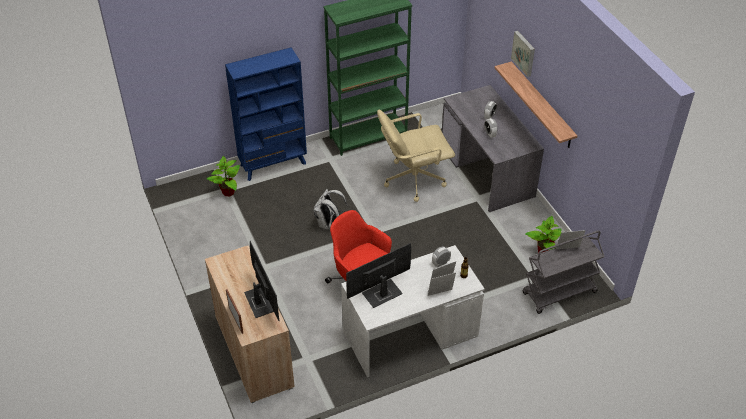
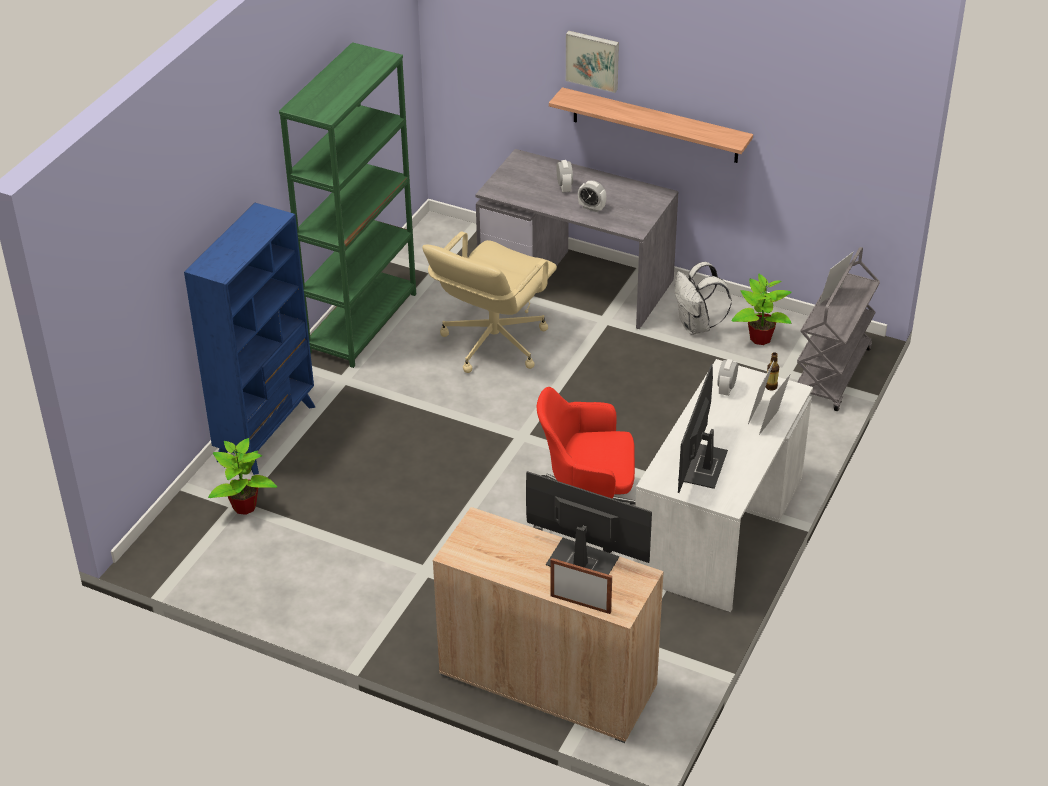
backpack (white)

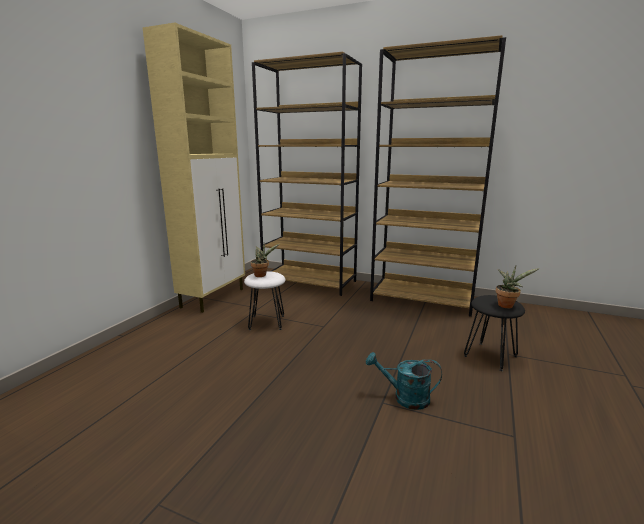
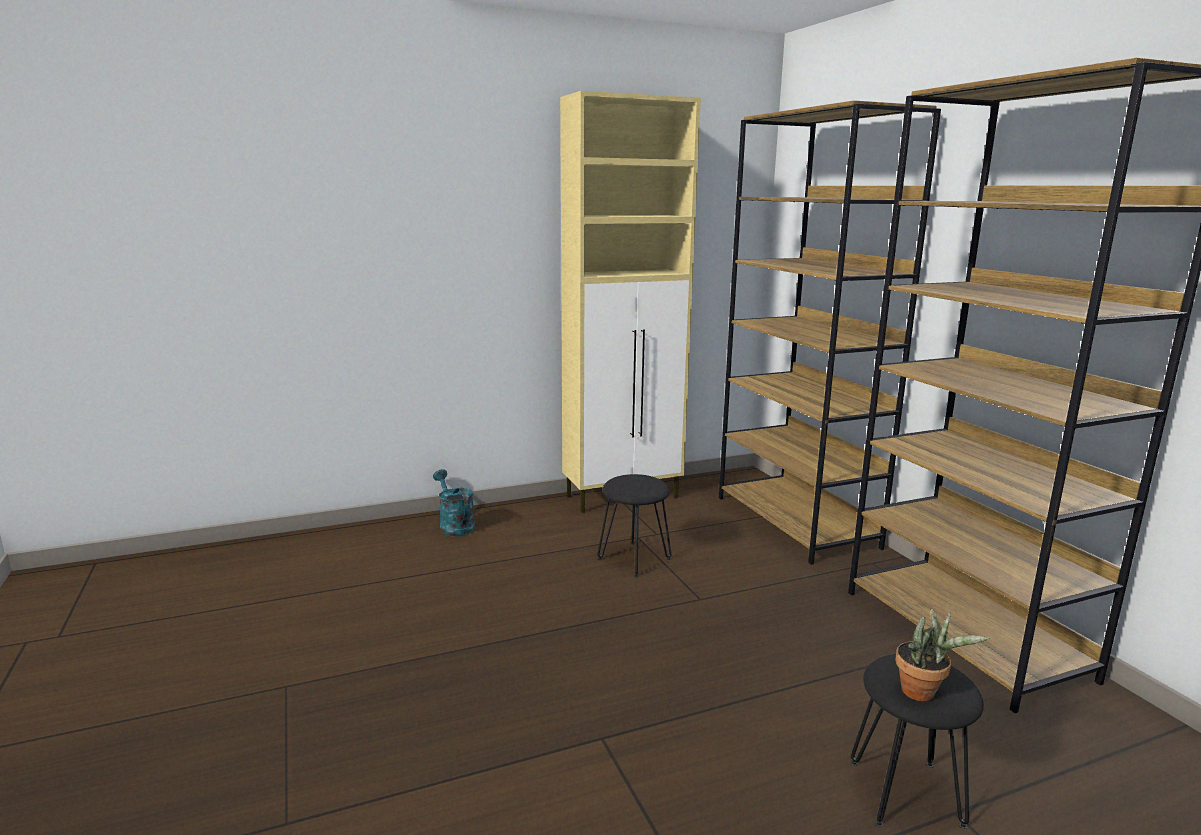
watering can (turquoise)
stool (black) (no. 1 from left)
potted plant (no. 1 from left in the first image)

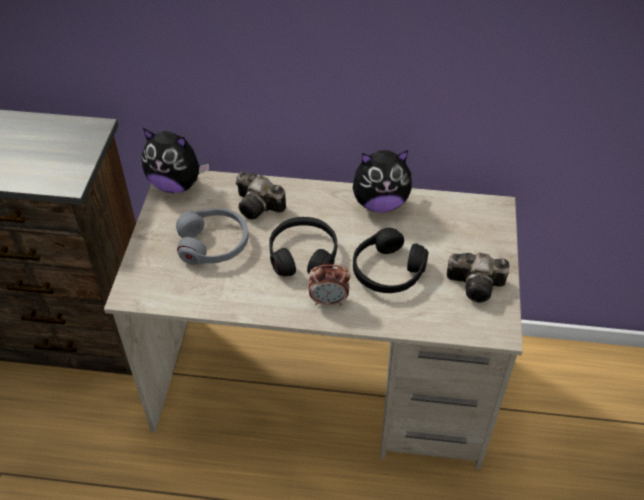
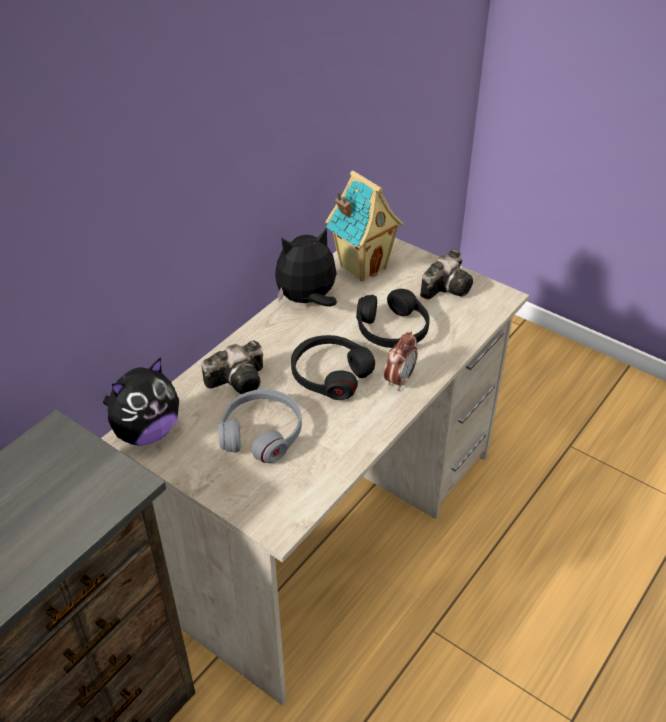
plush toy (no. 2 from left)
toy house

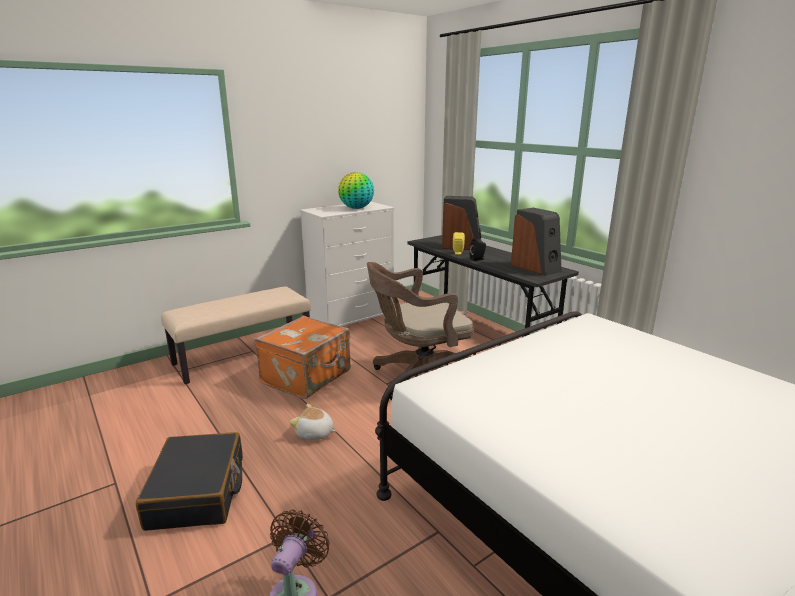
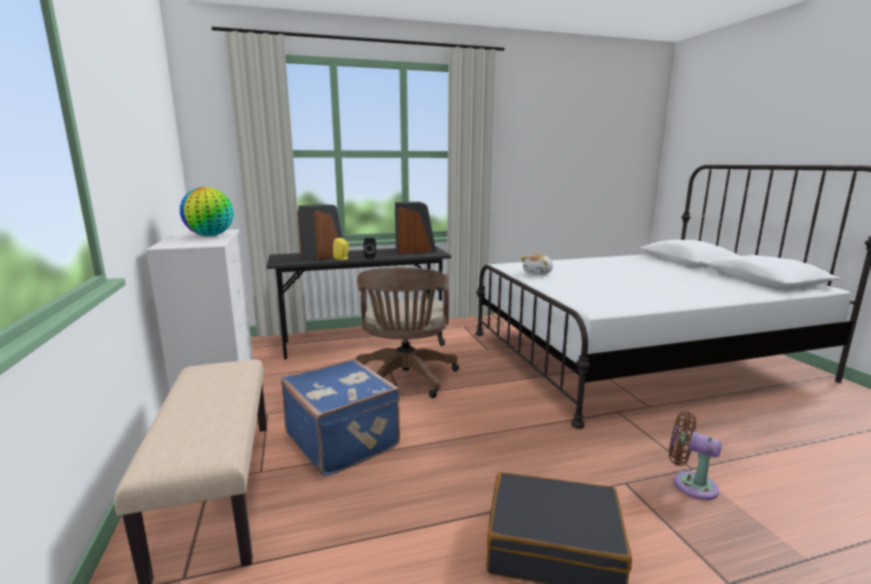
suitcase (blue)
plush toy

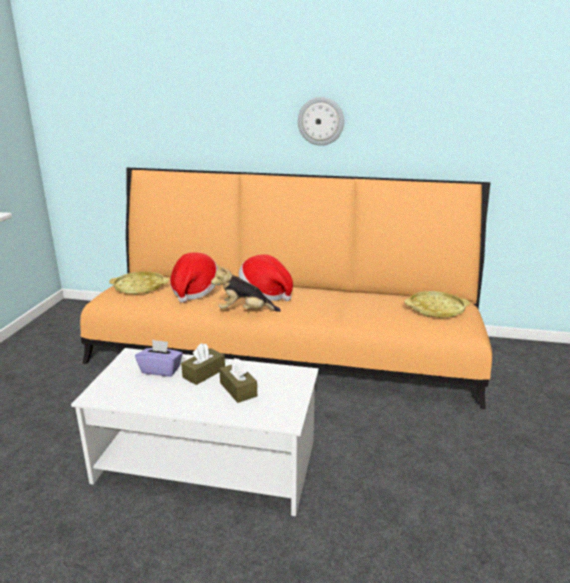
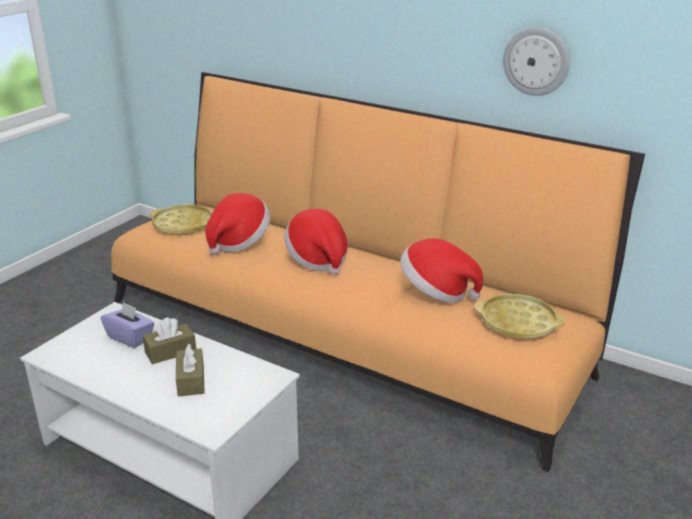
hat (no. 3 from left)
wall clock
plush toy

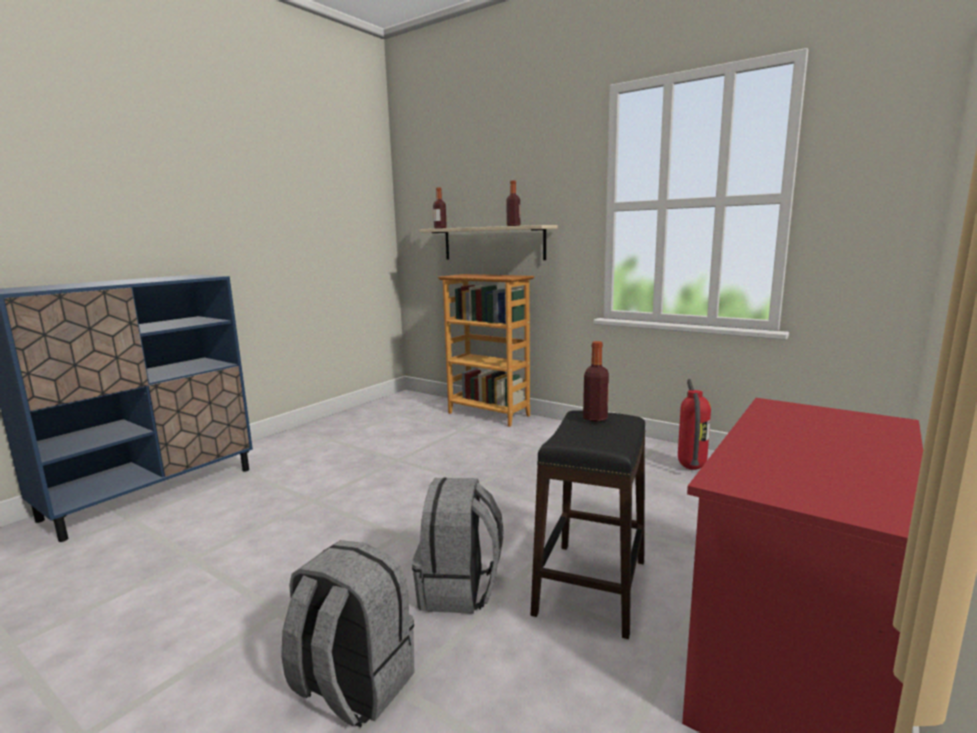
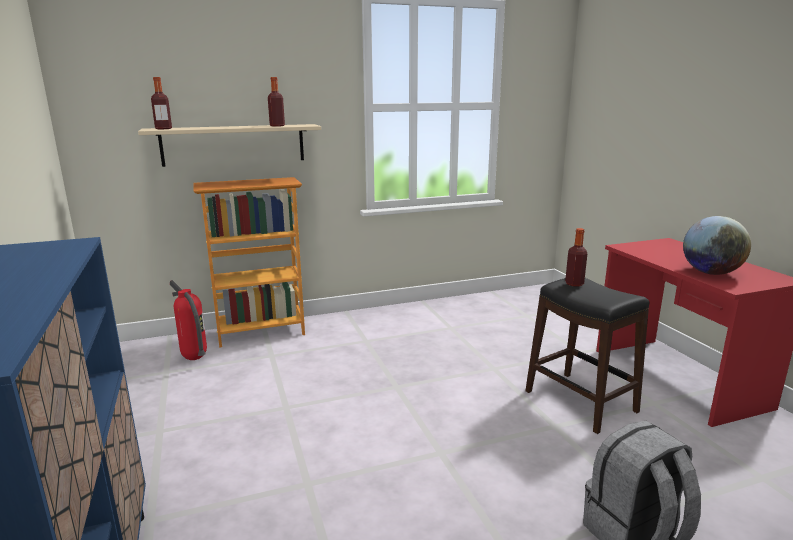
fire extinguisher
globe
backpack (grey) (no. 2 from left in the first image)

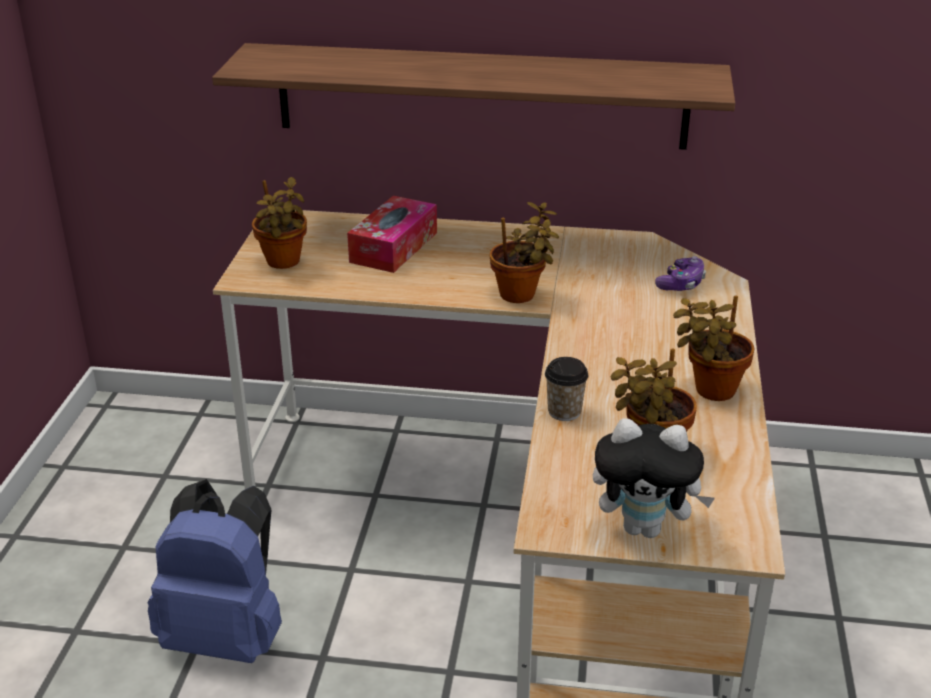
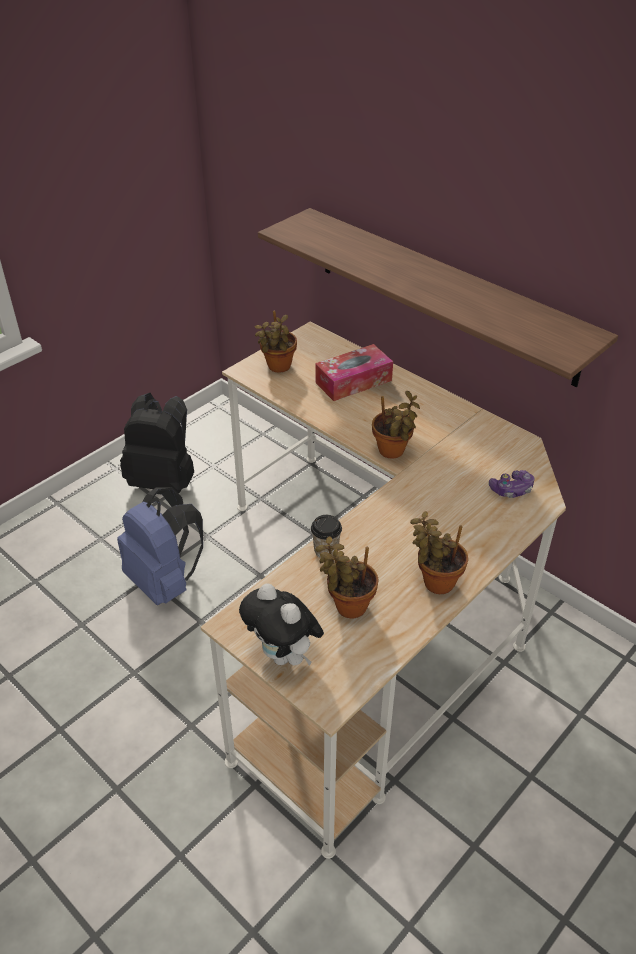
backpack (black)

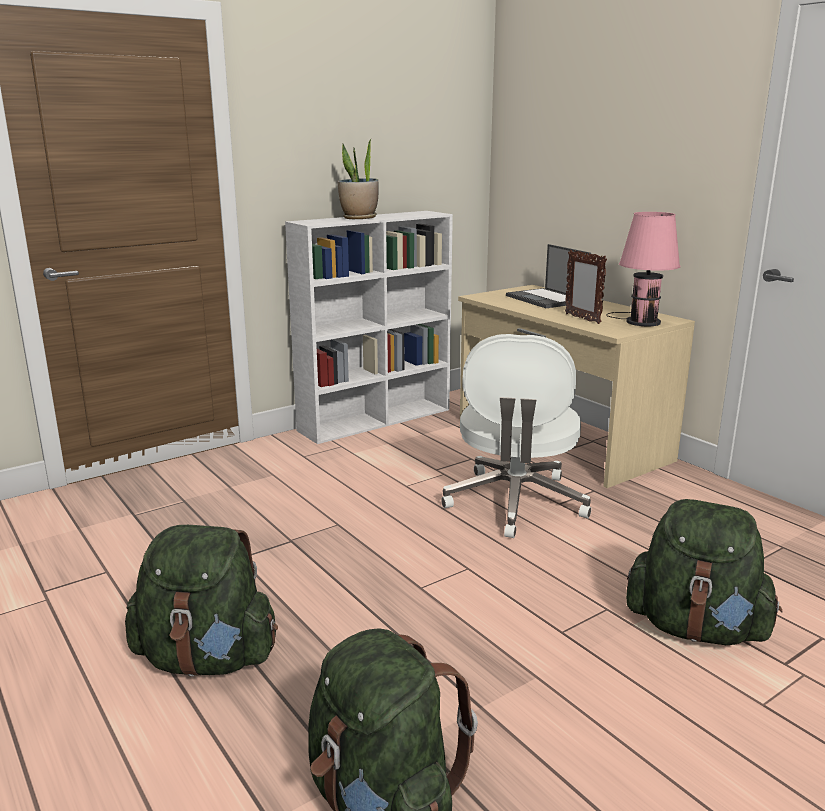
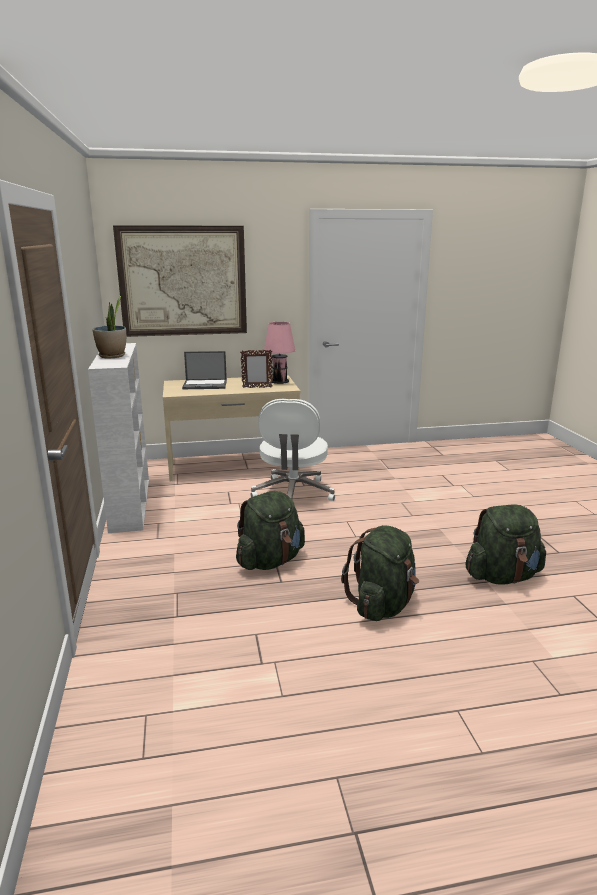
picture
backpack (green) (no. 1 from left)
office chair (white)

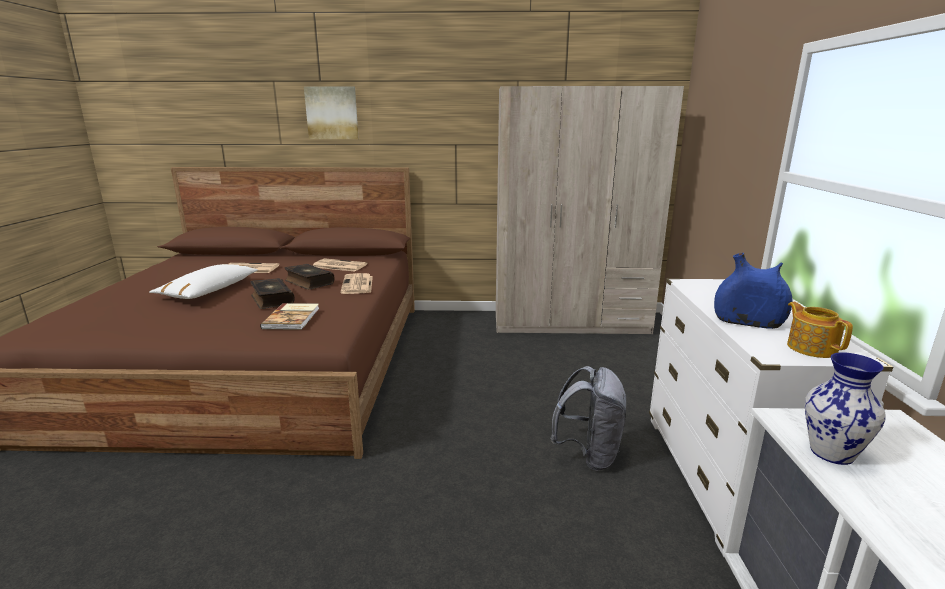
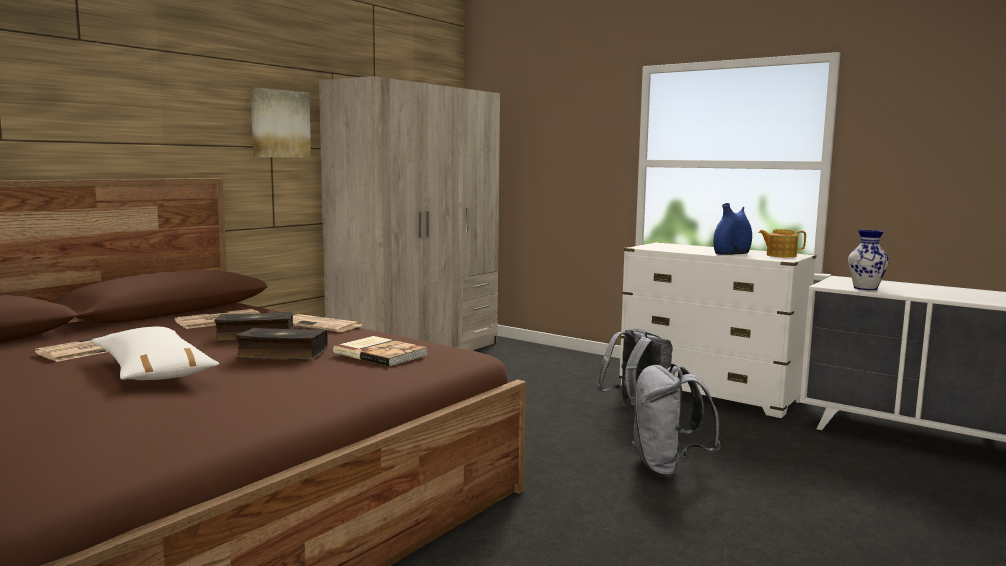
picture
backpack (grey) (no. 2 from left)

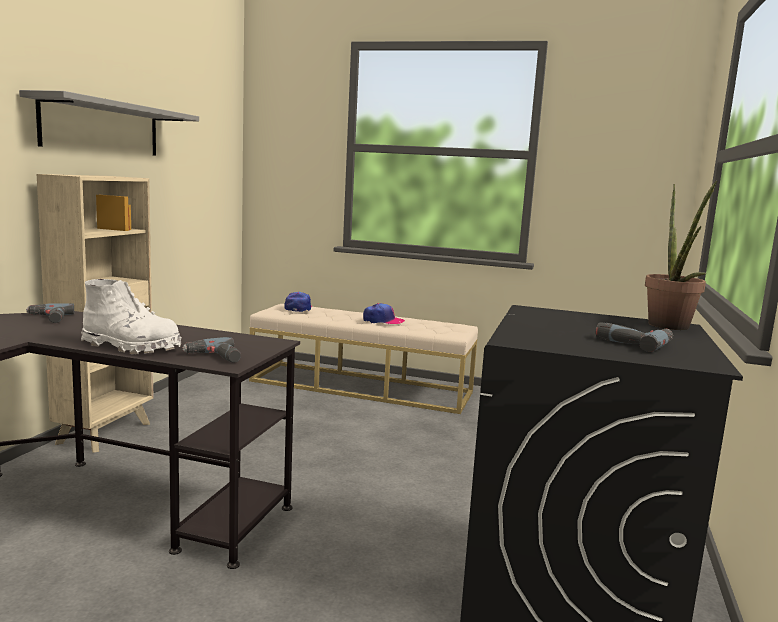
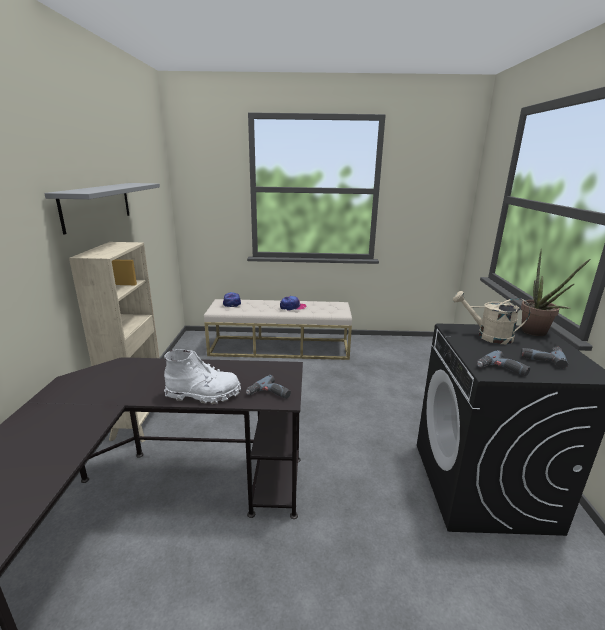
watering can (beige)
power drill (no. 2 from left)

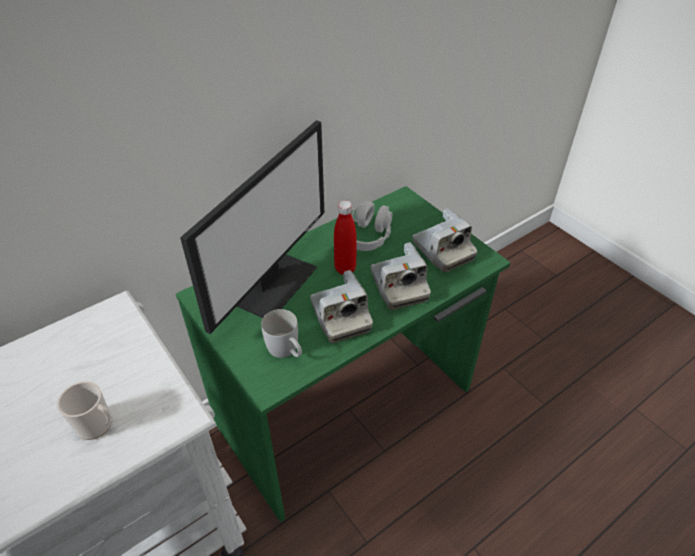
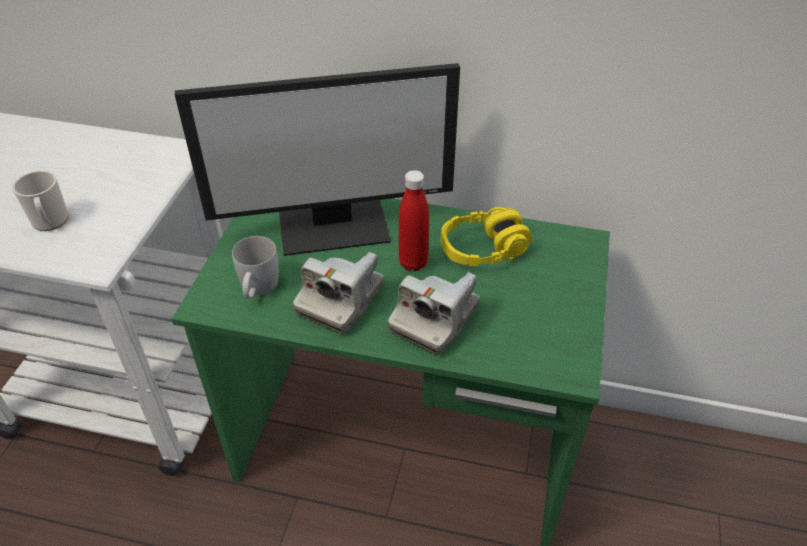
headphones (yellow)
photo camera (no. 3 from left in the first image)

